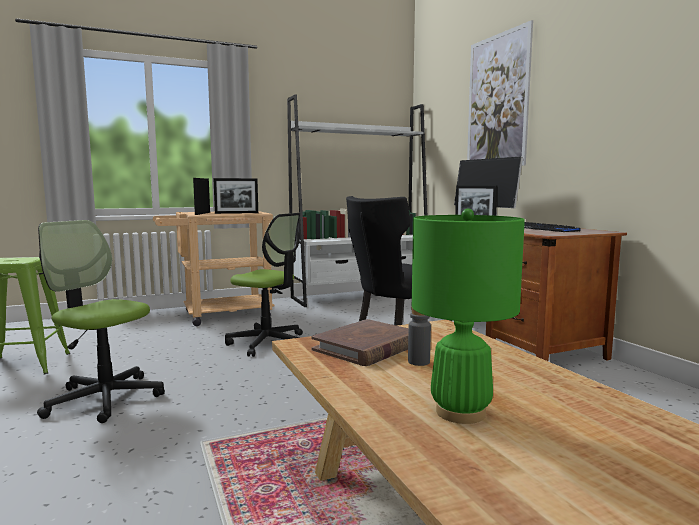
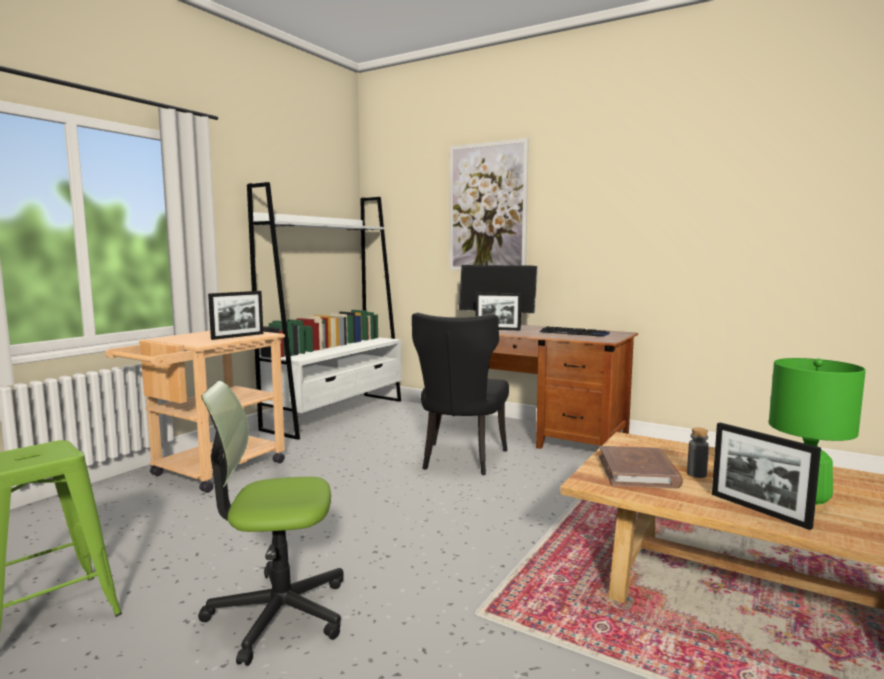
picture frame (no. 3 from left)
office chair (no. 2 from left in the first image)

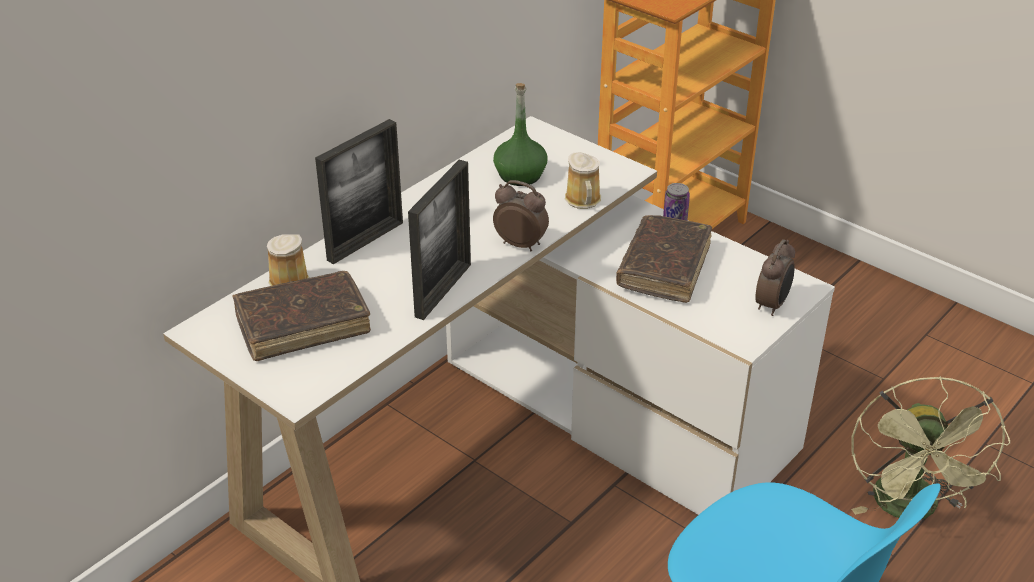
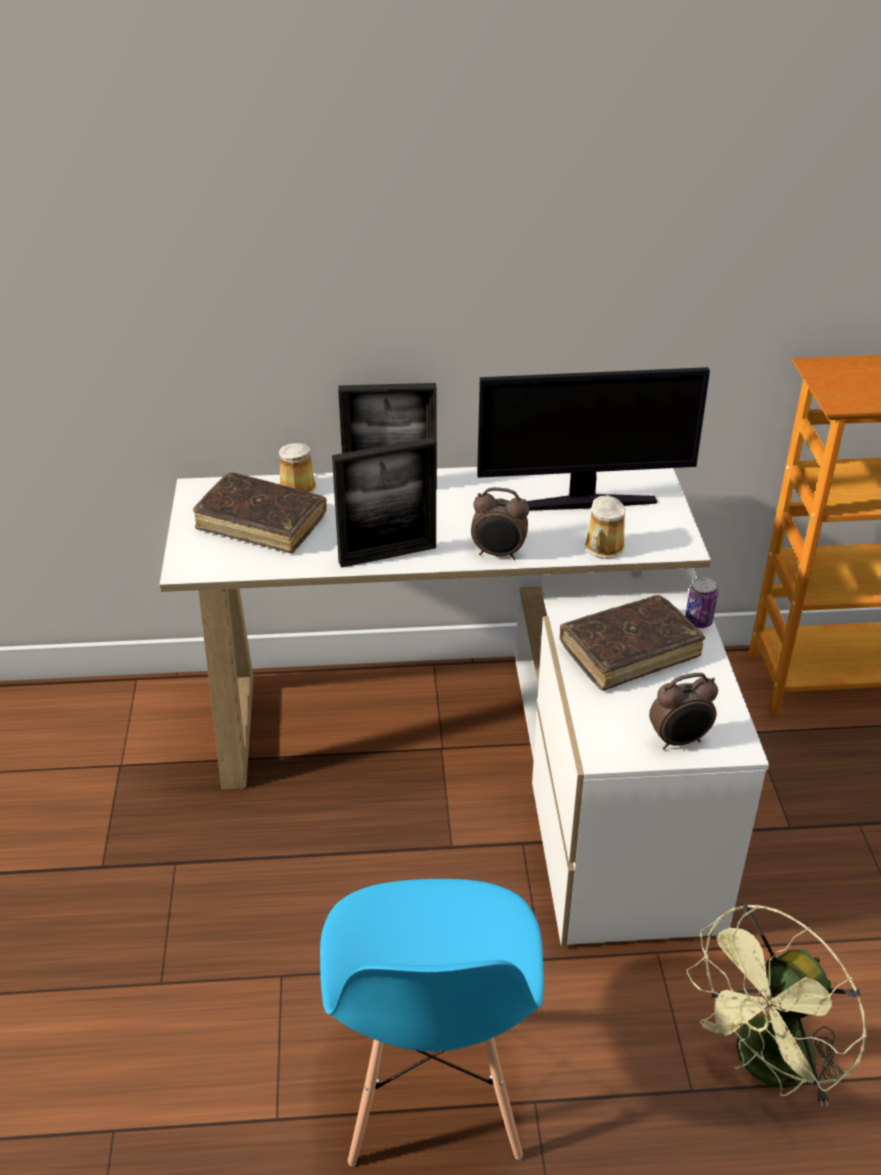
alarm clock (no. 1 from left)
monitor

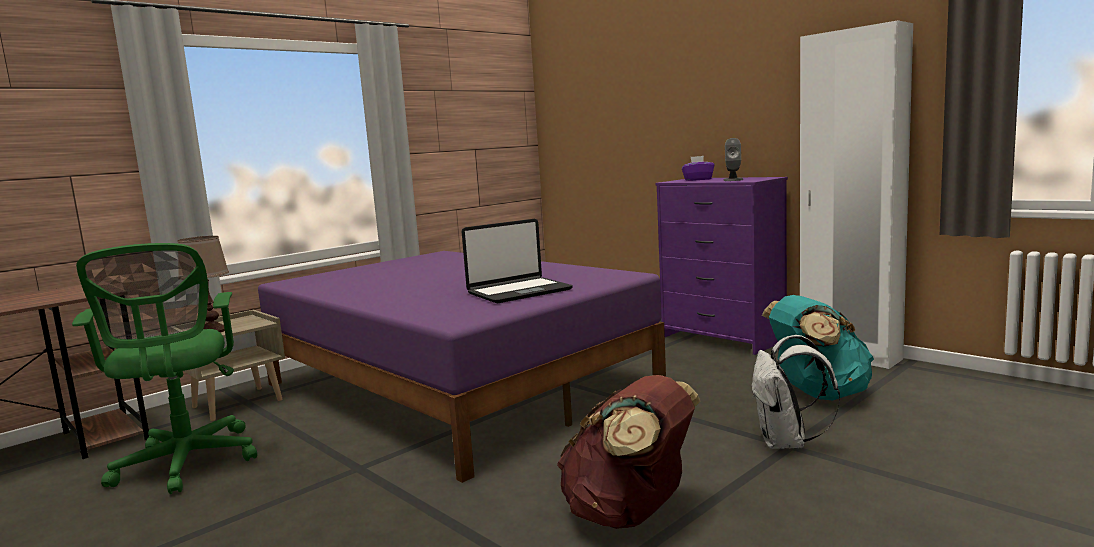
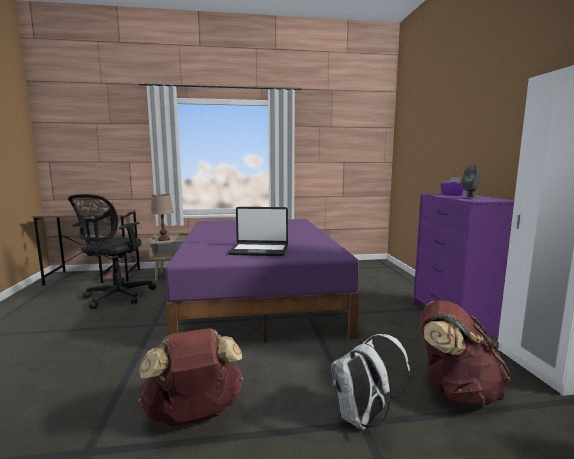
office chair (black)
backpack (brown) (no. 2 from left)

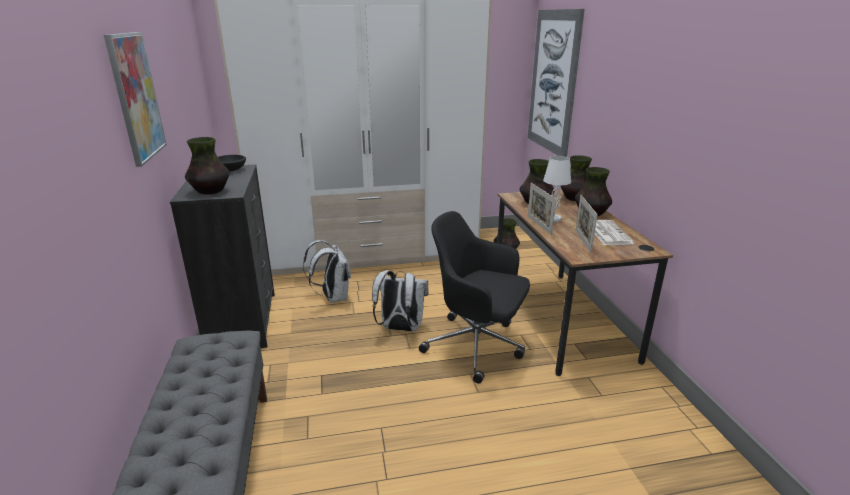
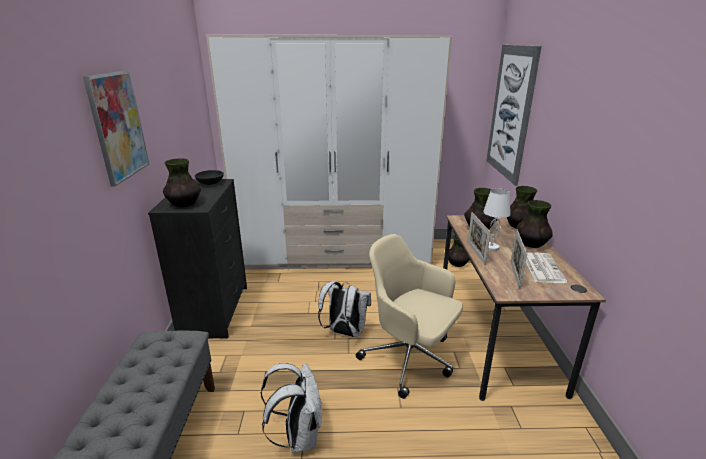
backpack (white) (no. 1 from left)
office chair (beige)

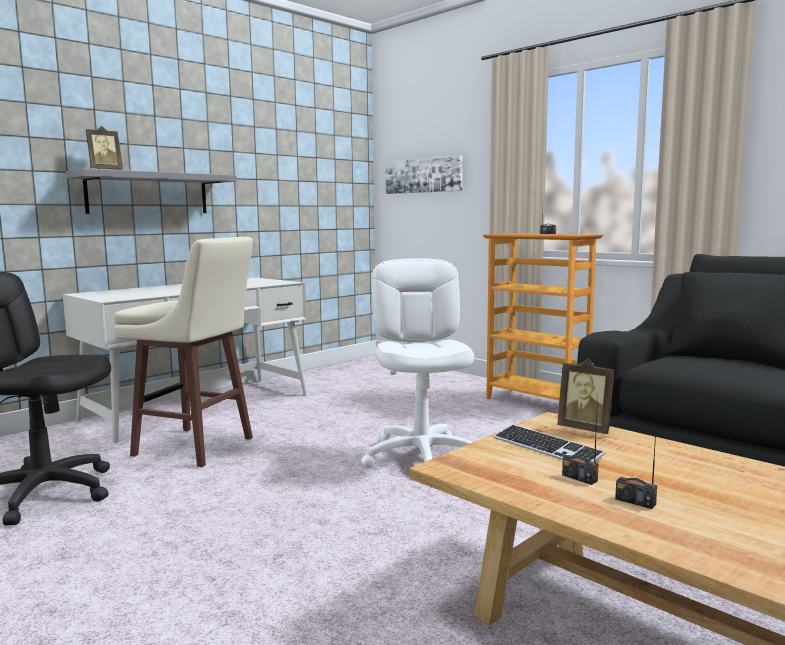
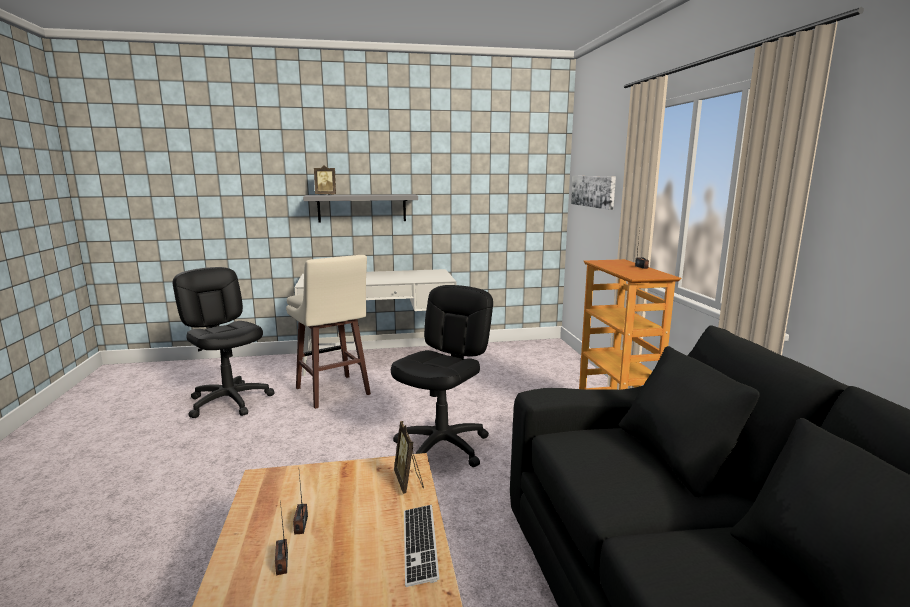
office chair (black) (no. 2 from left)
keyboard

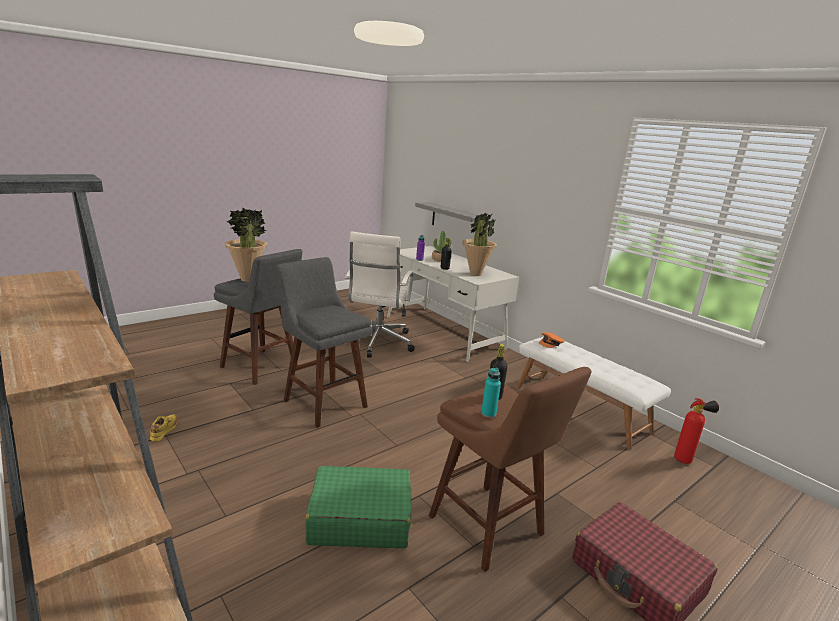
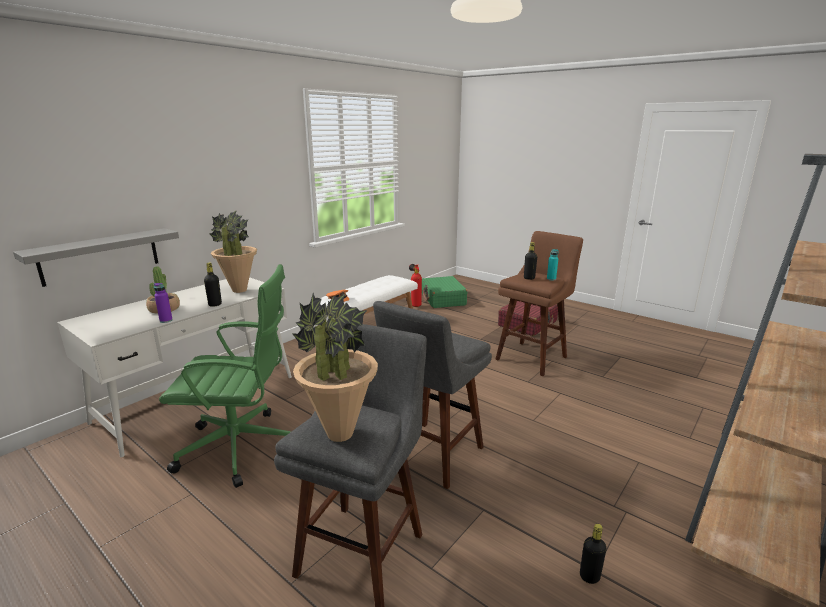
office chair (green)
suitcase (green)
bottle (black) (no. 3 from left)

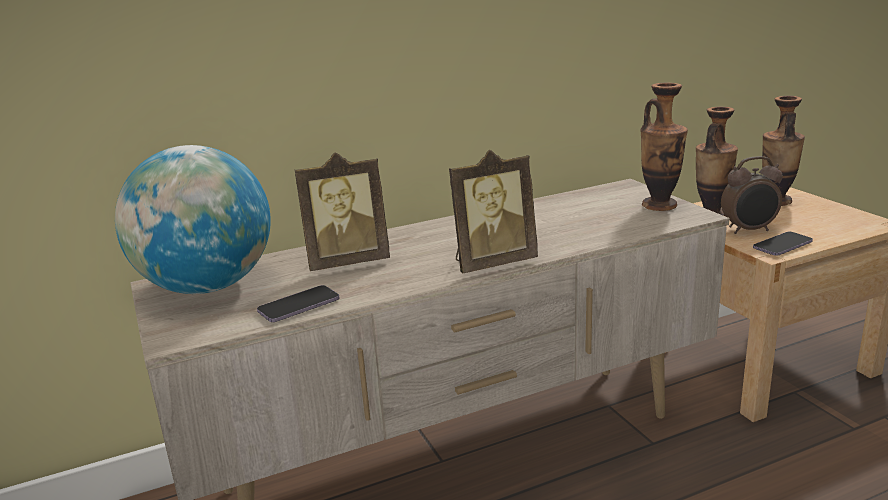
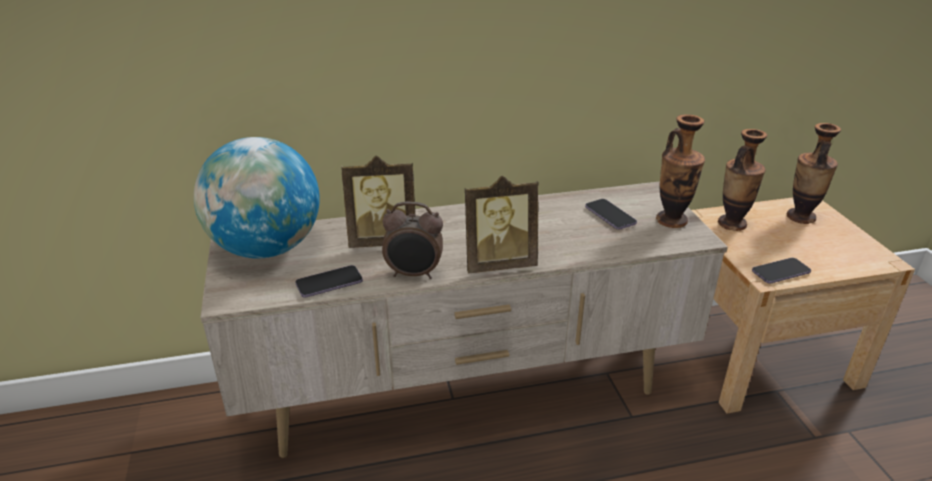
alarm clock
phone (no. 2 from left)

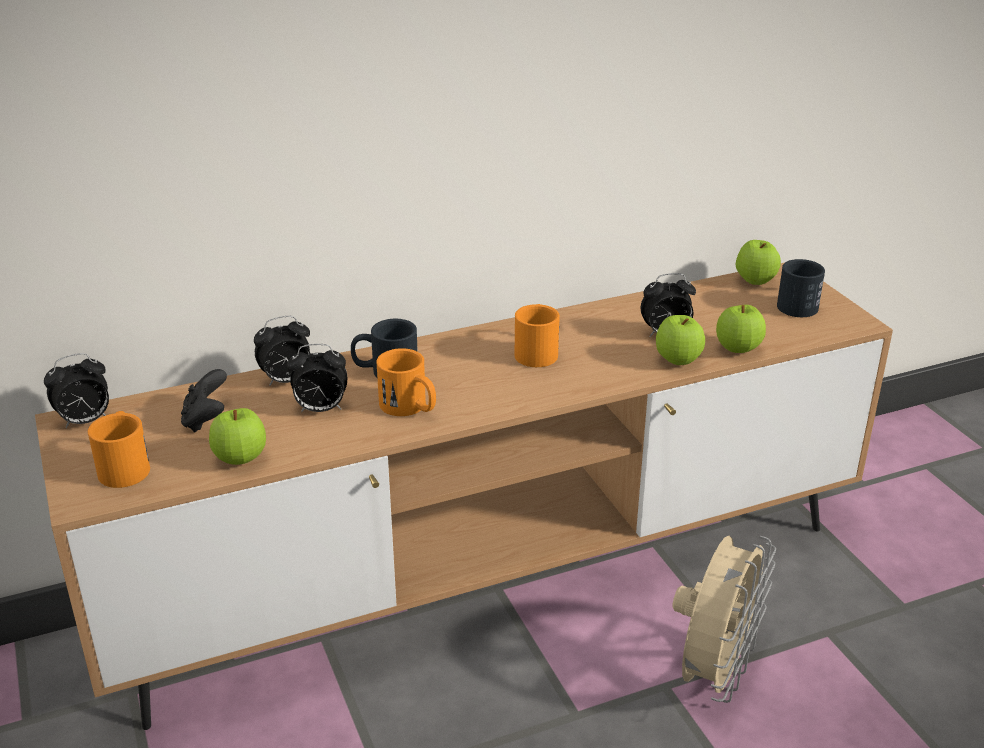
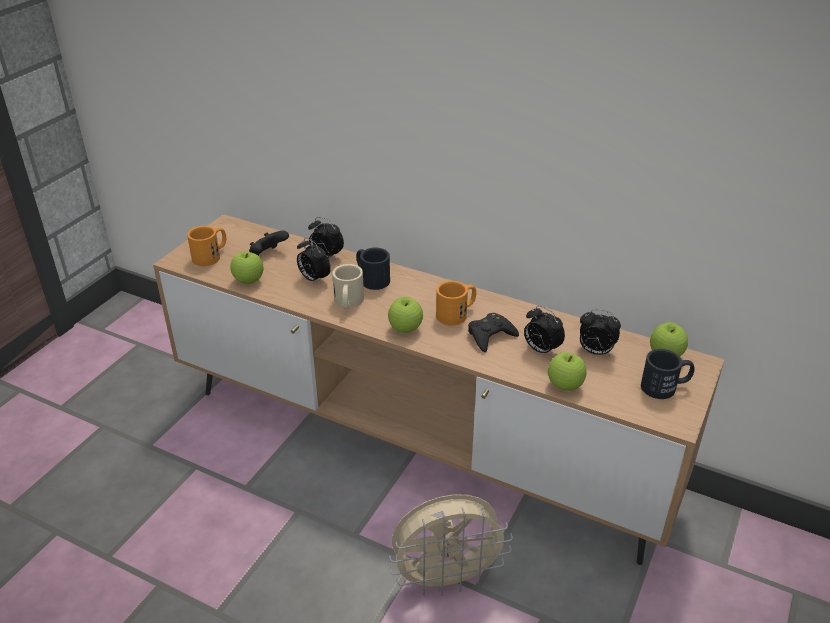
mug (beige)
apple (no. 2 from left)
game controller (black) (no. 2 from left)
alarm clock (no. 4 from left)

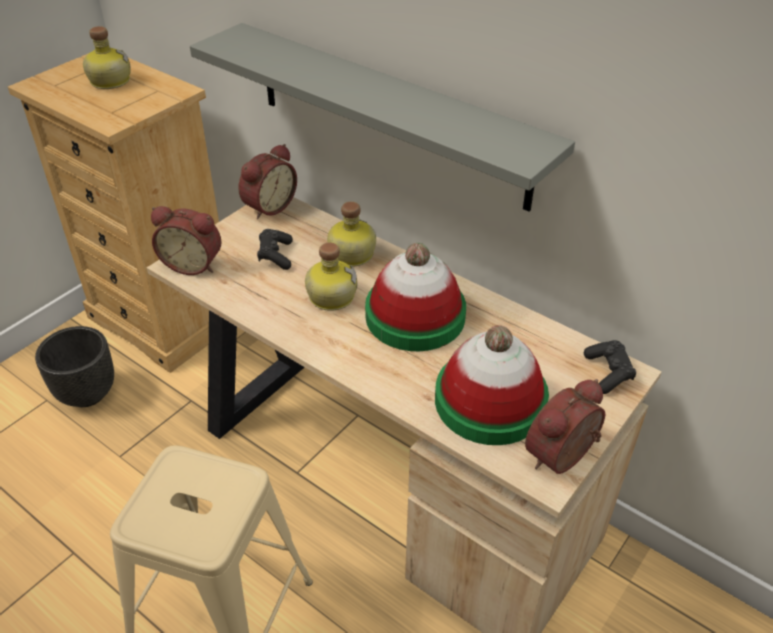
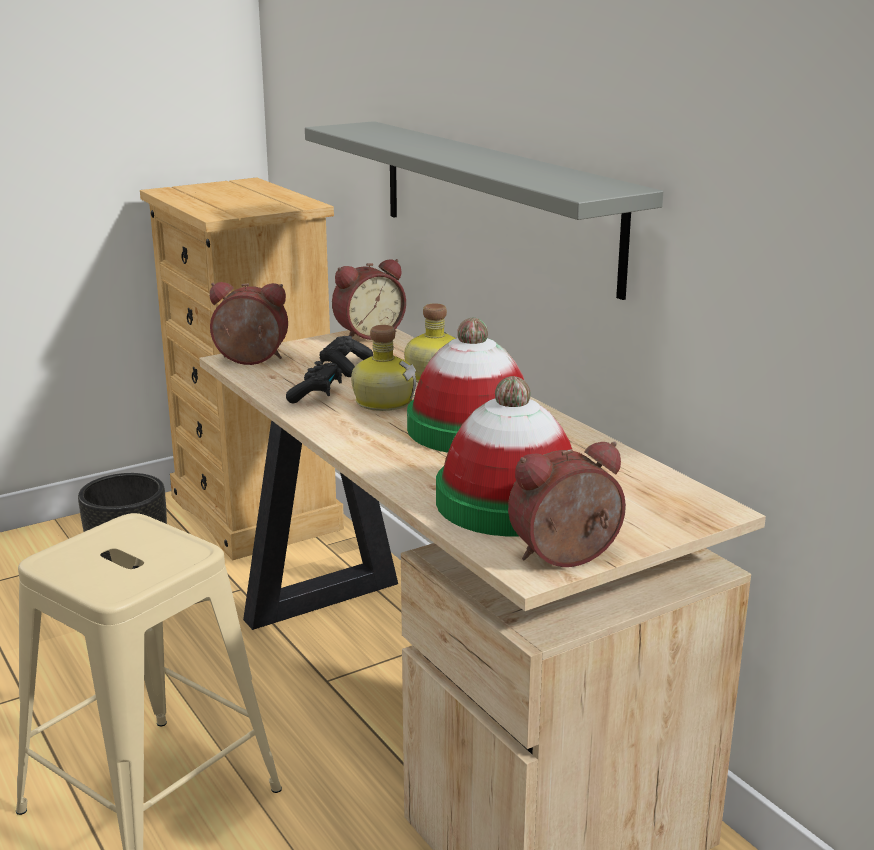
alarm clock (no. 1 from left)
game controller (black) (no. 1 from left)
bottle (no. 1 from left in the first image)

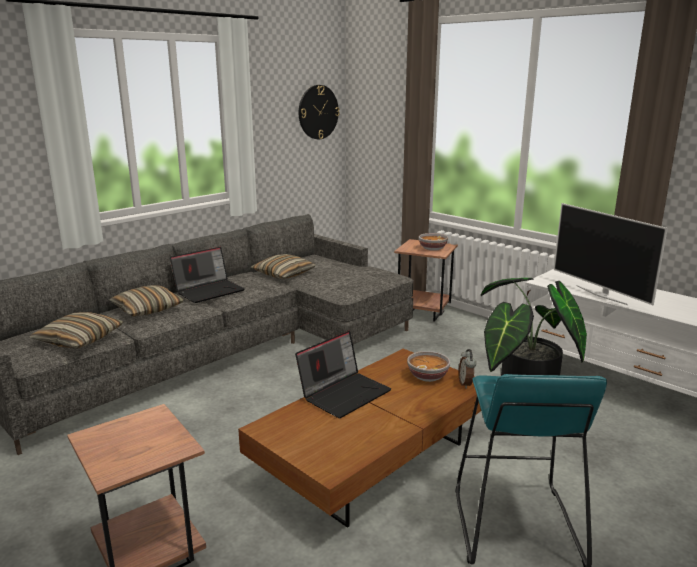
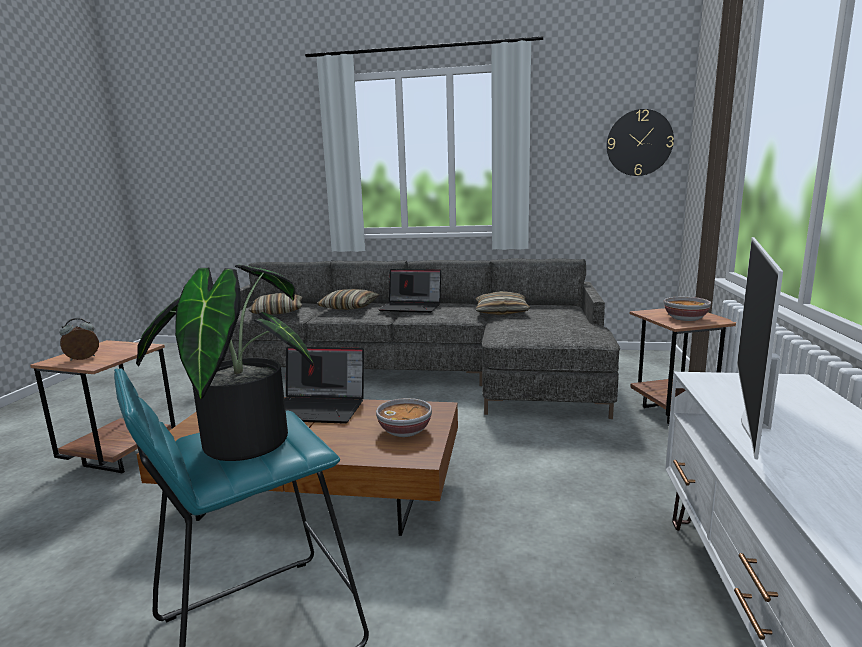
alarm clock

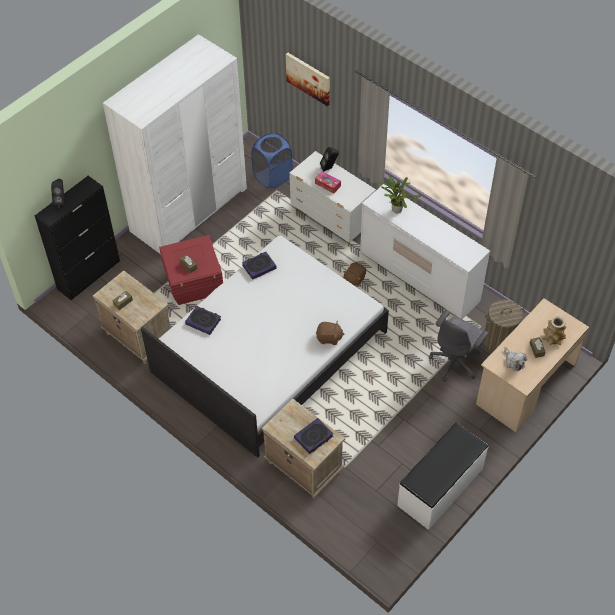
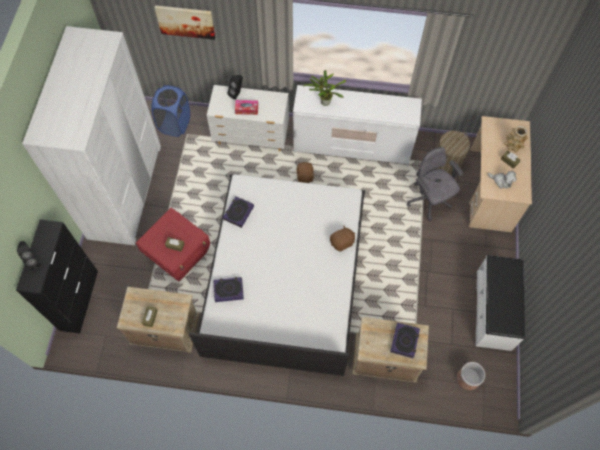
office chair (grey)
planter

